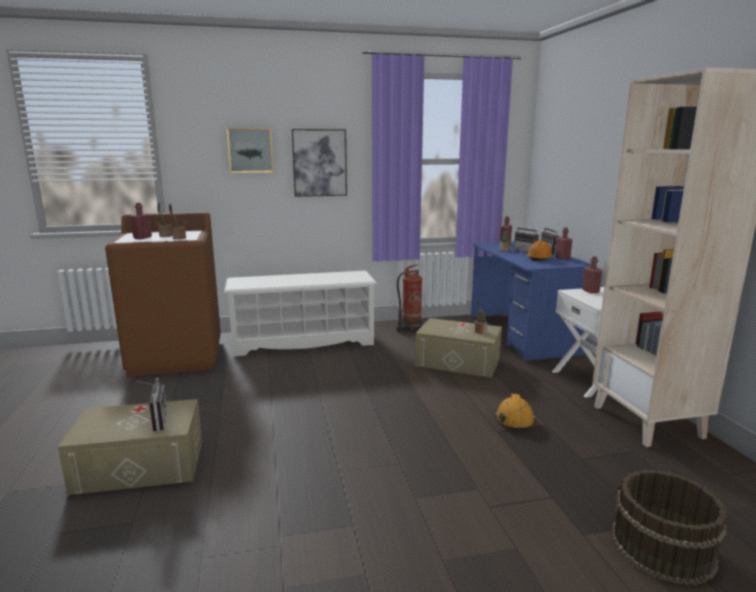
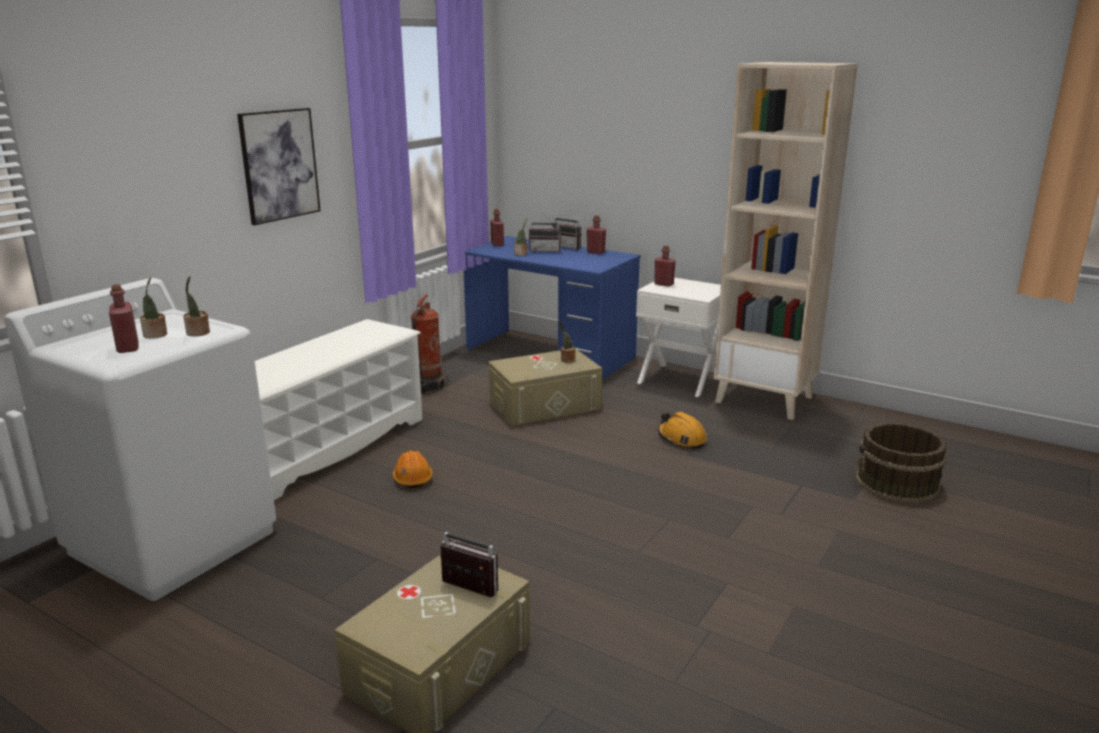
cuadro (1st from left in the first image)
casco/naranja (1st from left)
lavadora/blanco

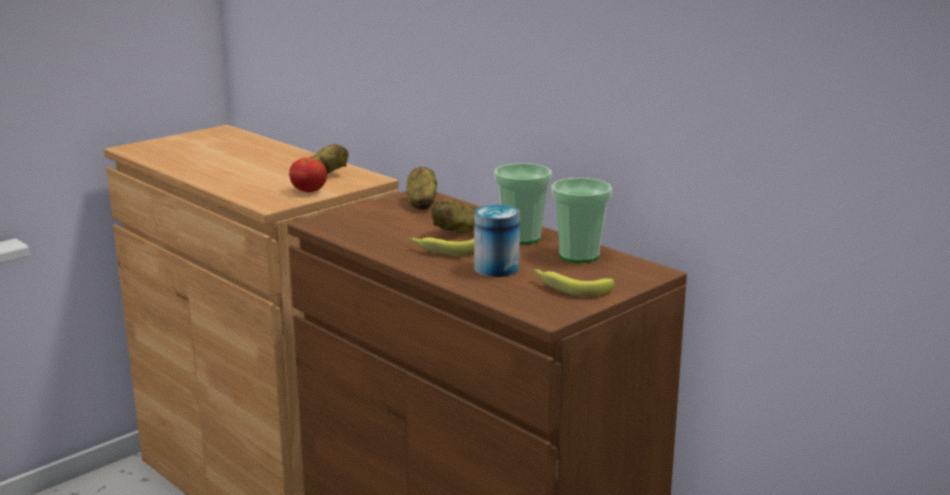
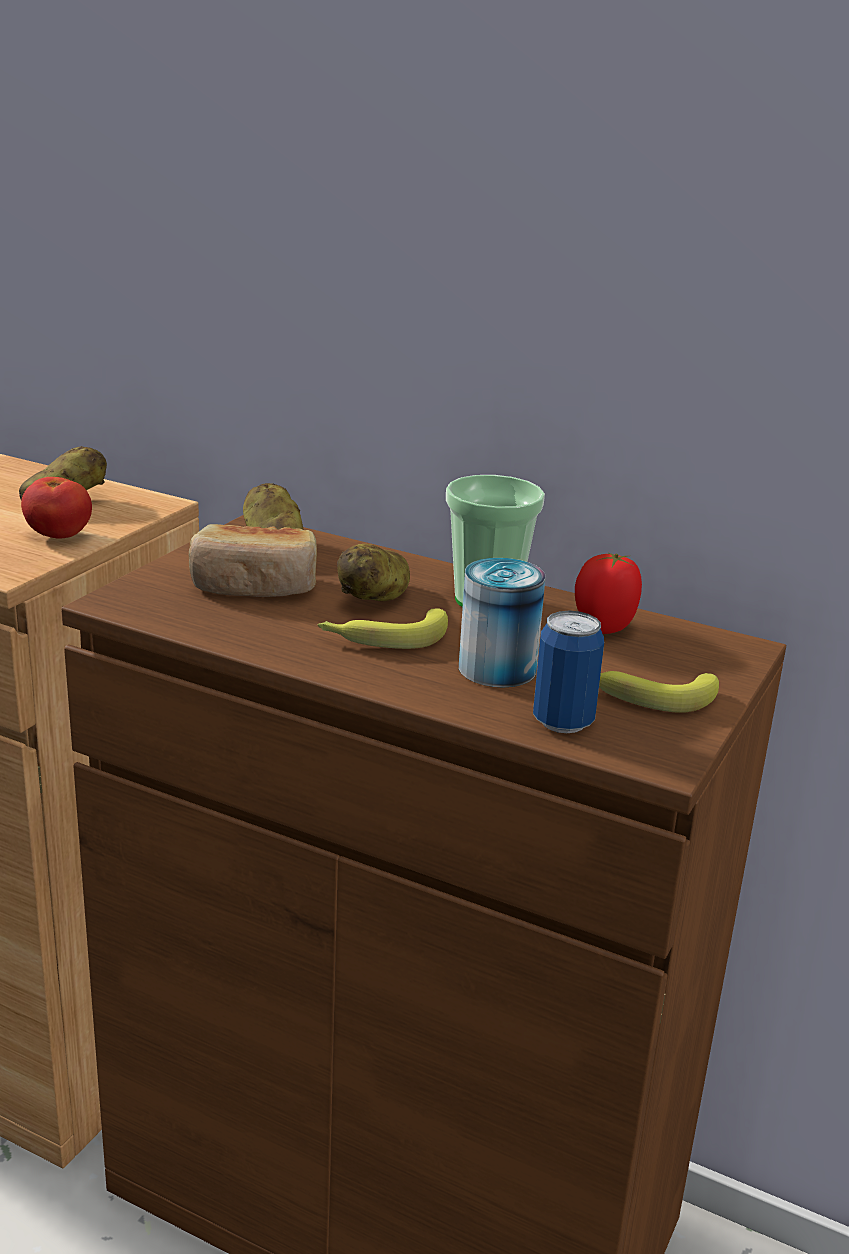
pan
lata (2nd from left)
tomate (2nd from left)

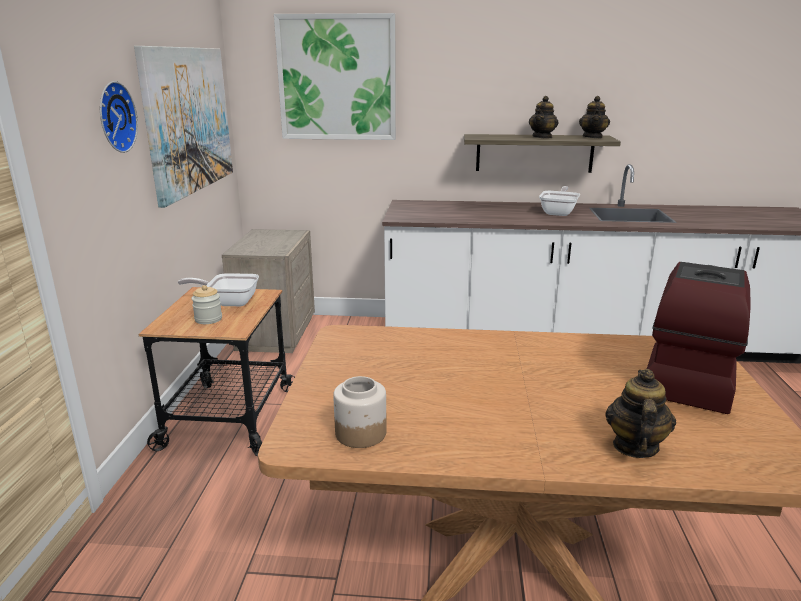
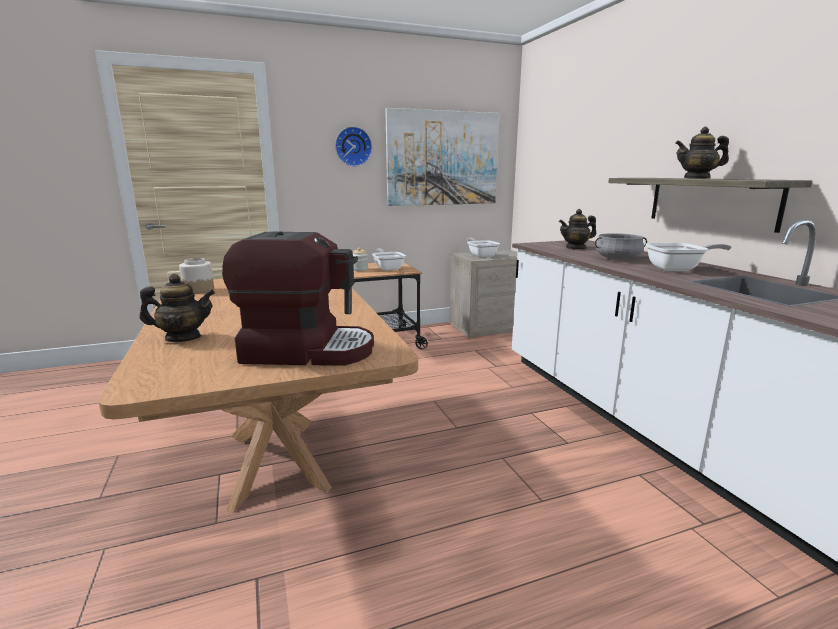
cuadro (2nd from left in the first image)
sartén (2nd from left)
olla/gris
tetera (2nd from left)

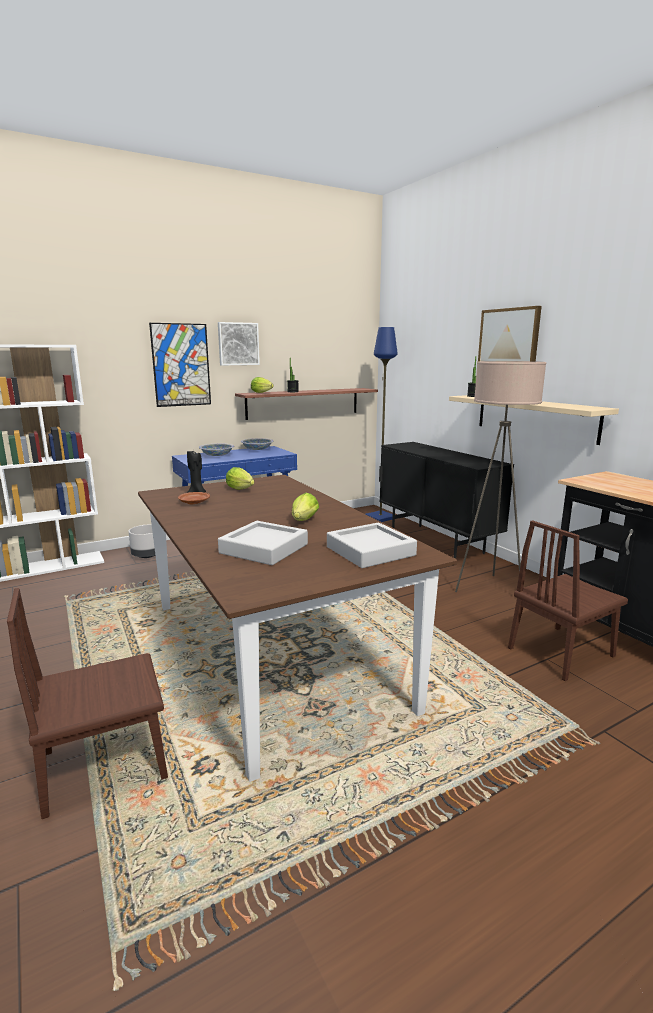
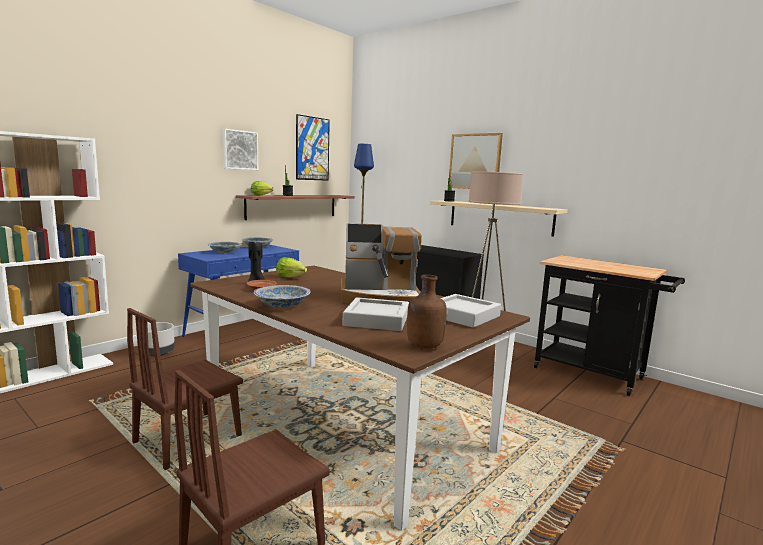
cuenco (3rd from left)
botella/marrón
cuadro (2nd from left)
silla/marrón (1st from left)
cafetera

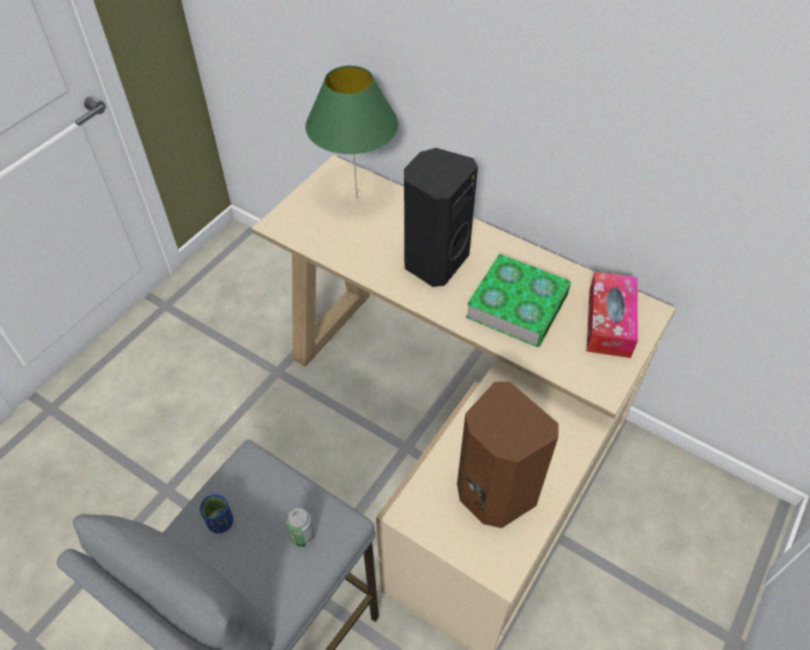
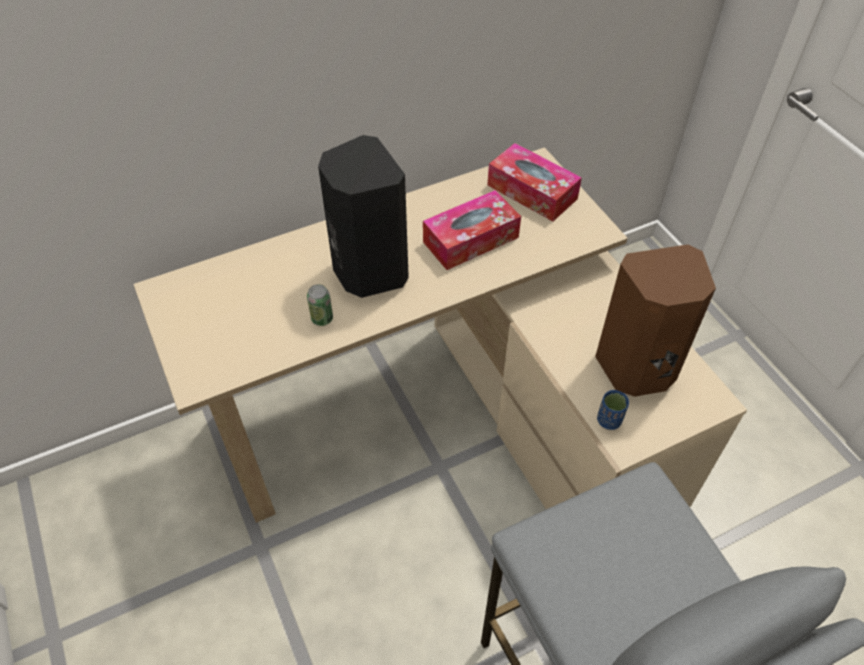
lámpara de mesa/verde
taza/azul
lata
caja de pañuelos (1st from left)

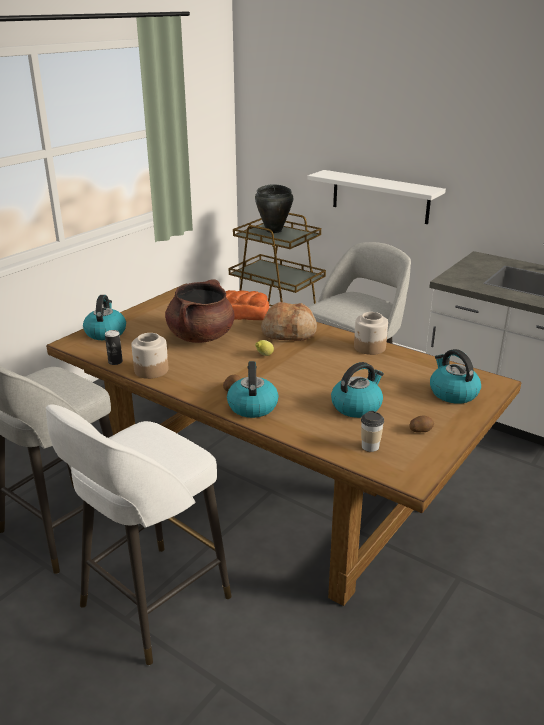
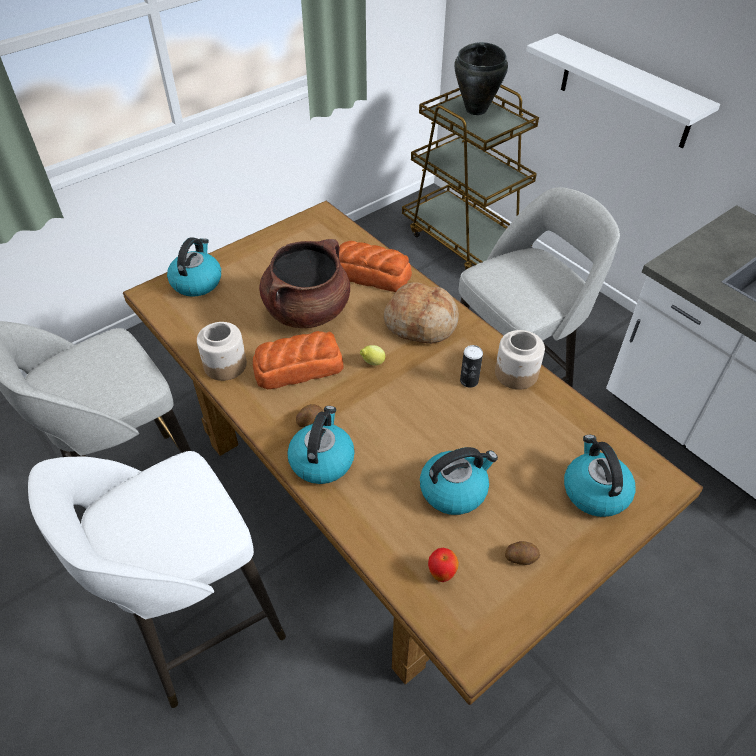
pan (1st from left)
lata
manzana

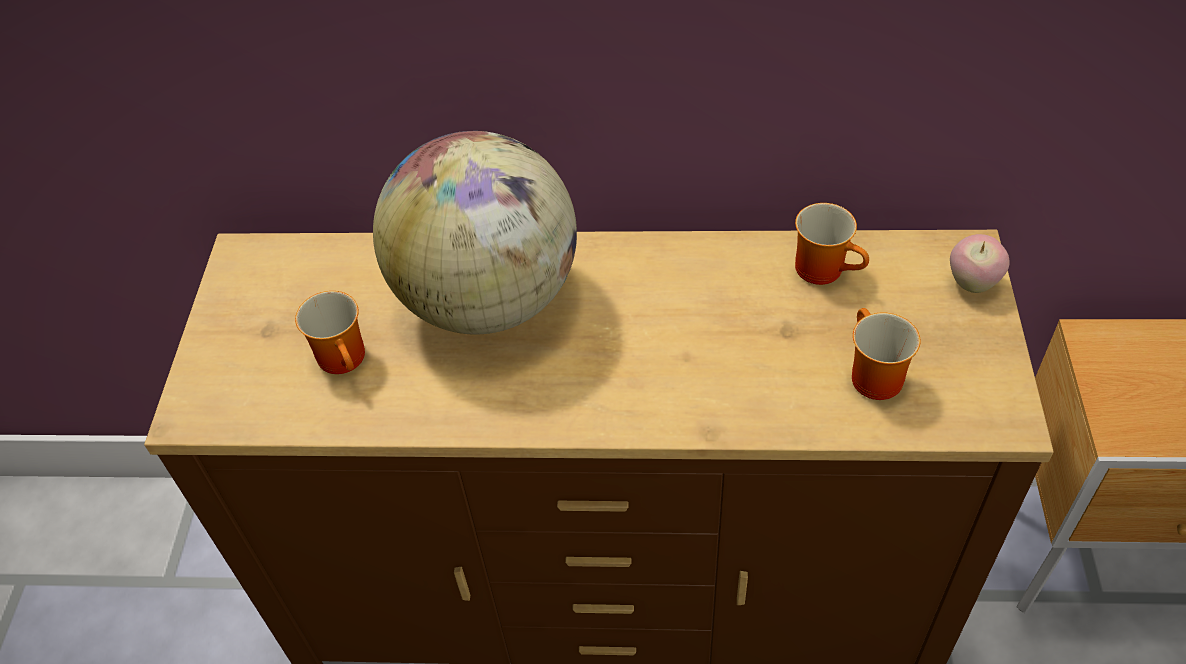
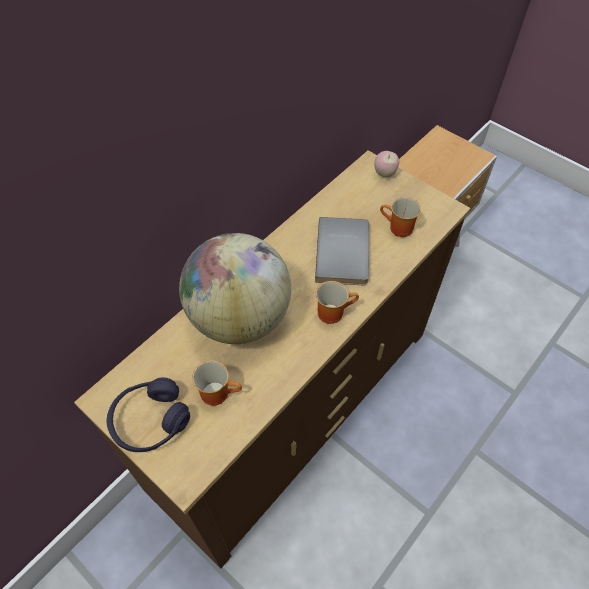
auriculares/morado
libro/gris
taza grande (2nd from left)

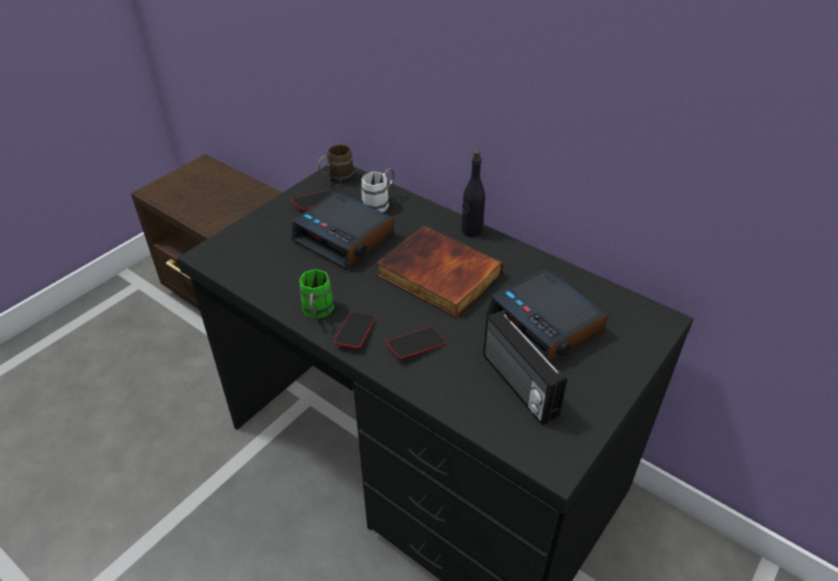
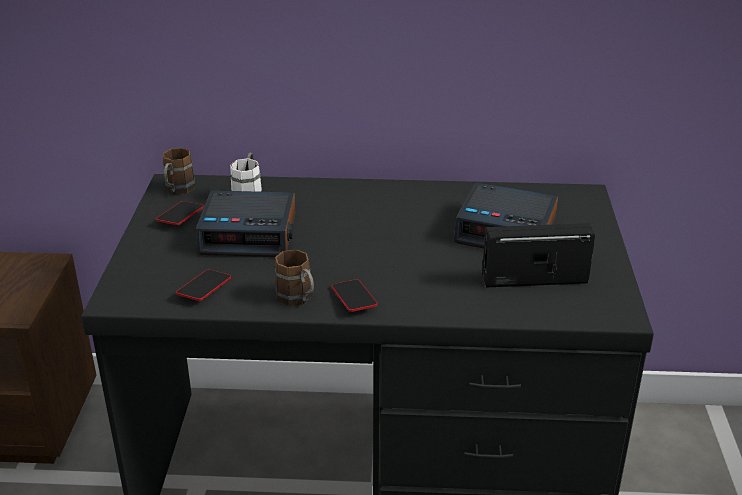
libro
botella/negro
móvil (2nd from left)
taza grande/marrón (2nd from left)
radio

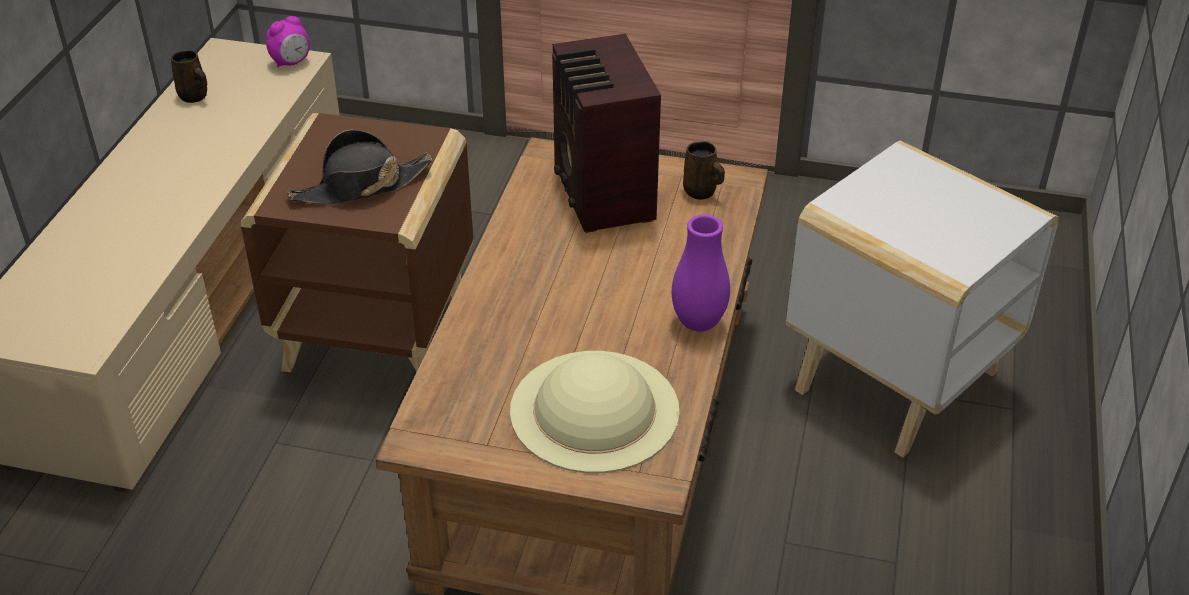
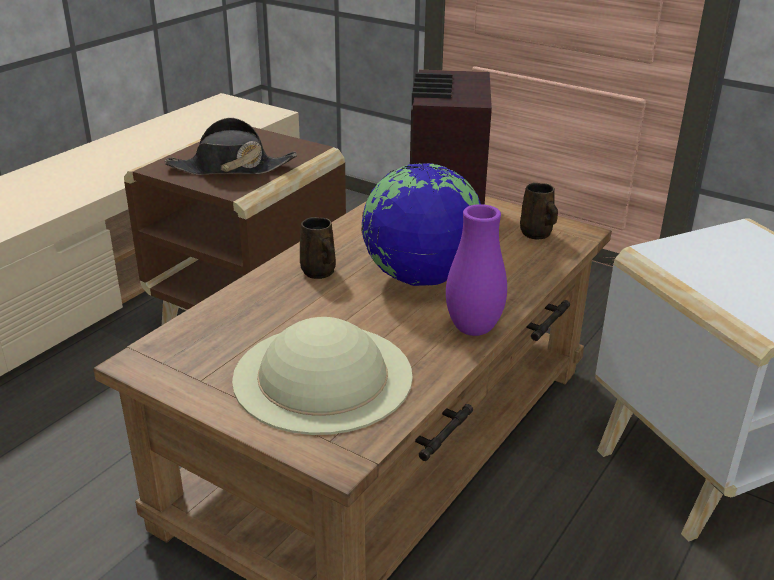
despertador
globo terráqueo
taza grande/marrón (1st from left)

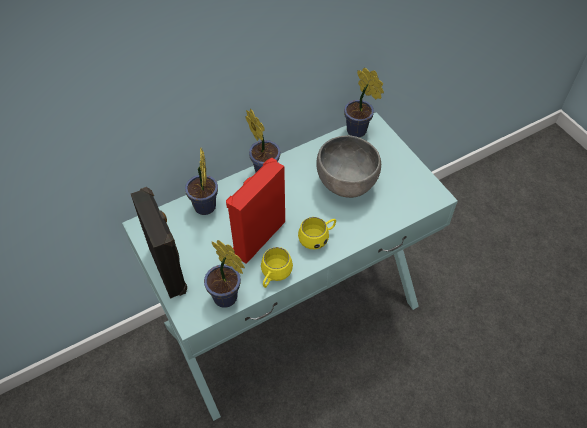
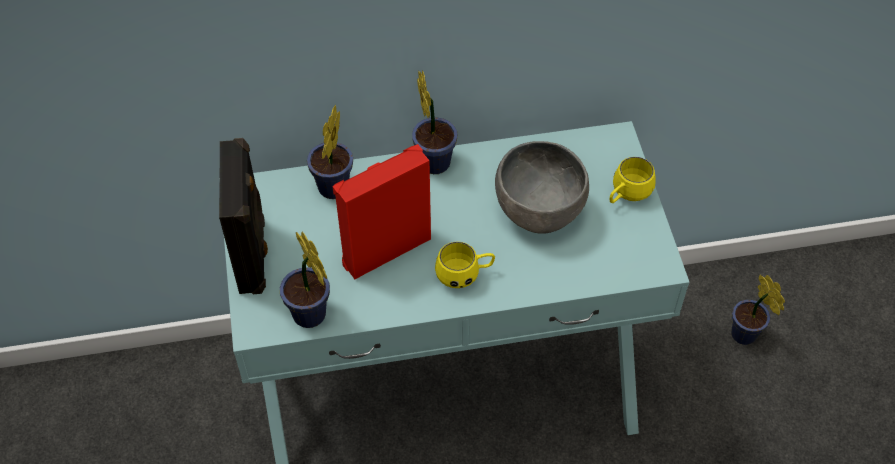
taza grande/amarillo (2nd from left)
planta en maceta (4th from left)

